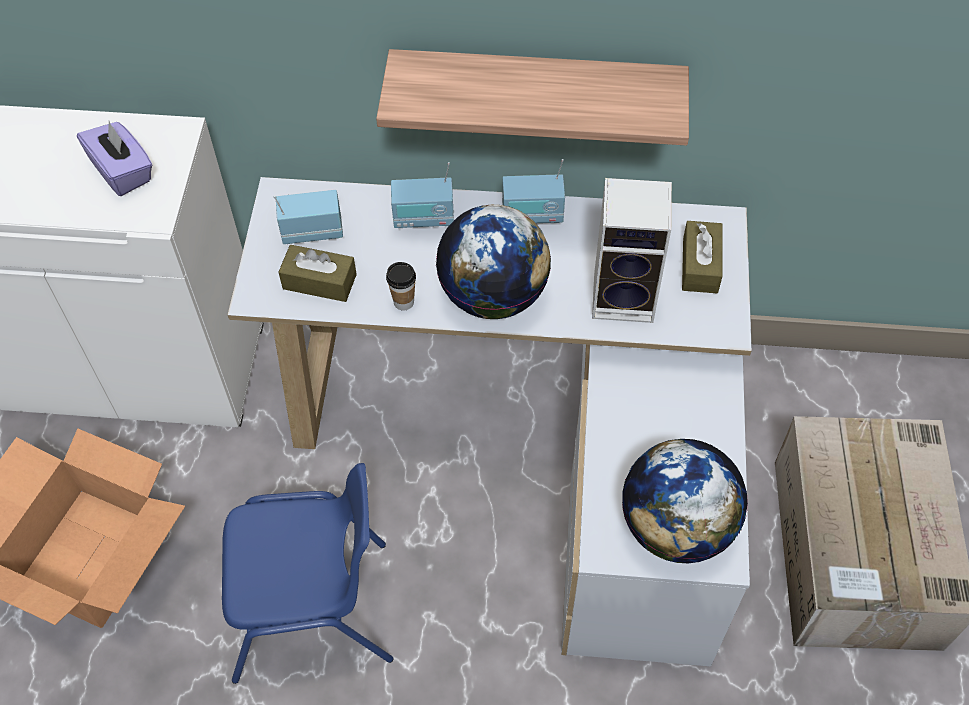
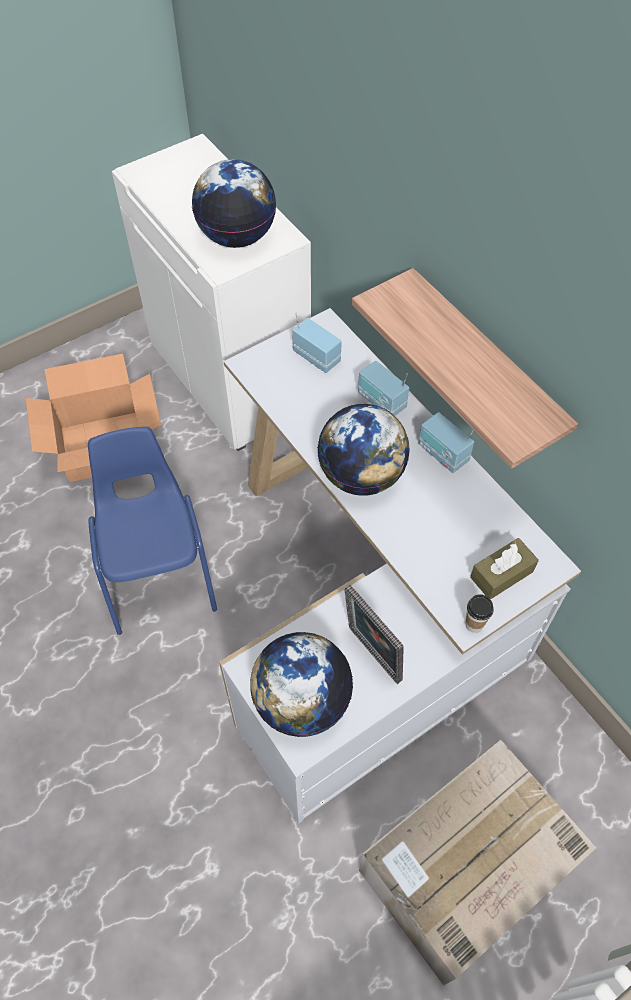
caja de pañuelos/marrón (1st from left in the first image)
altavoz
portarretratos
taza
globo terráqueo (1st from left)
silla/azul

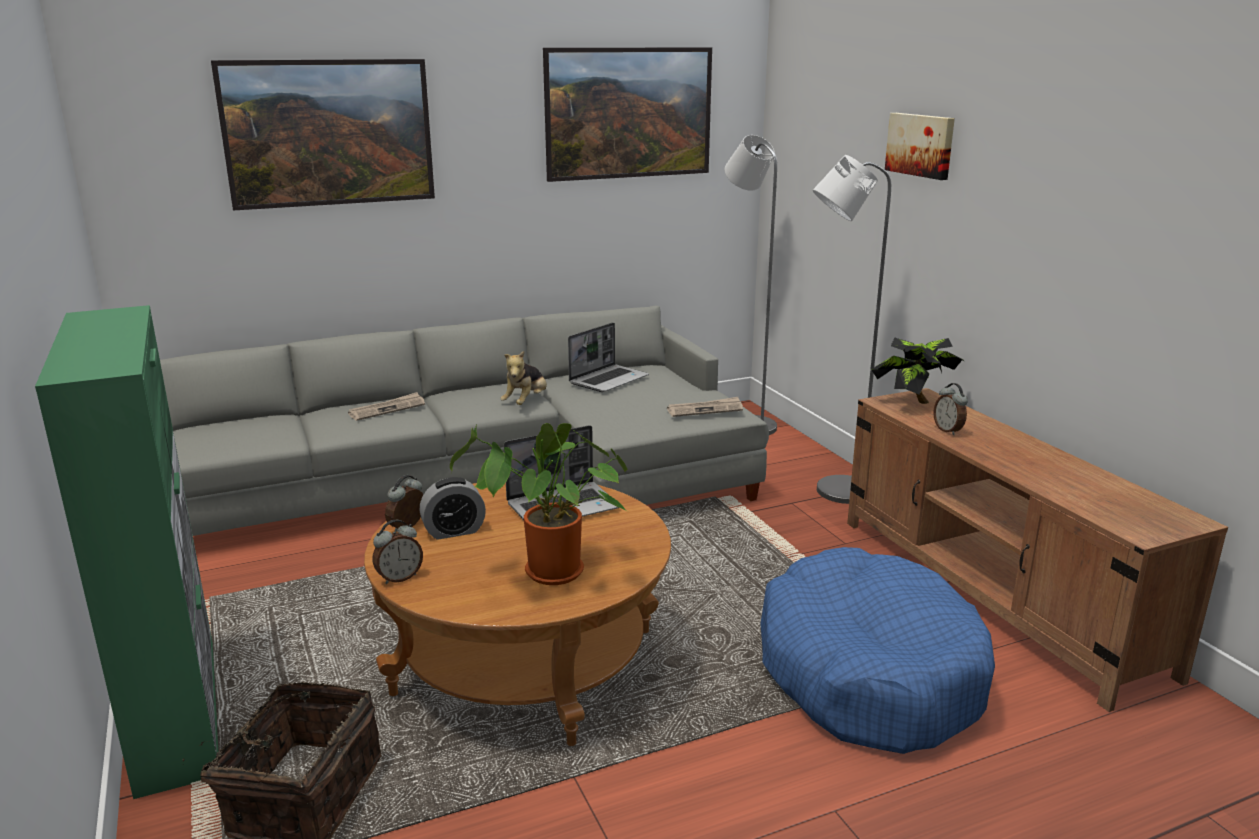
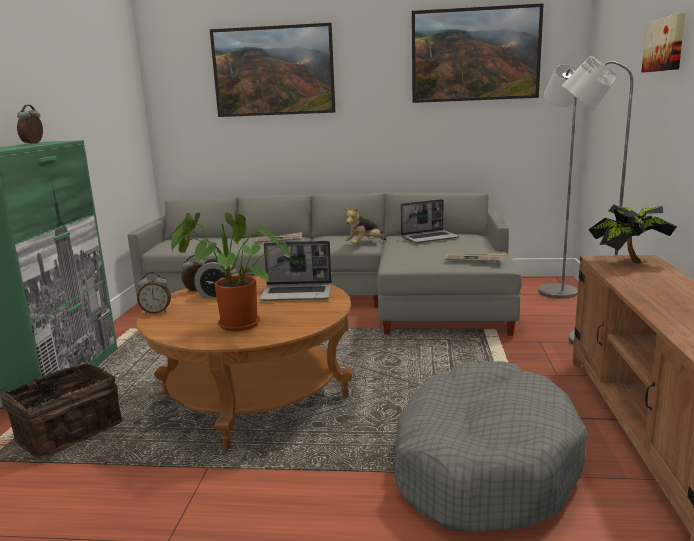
despertador (1st from left)
cama para perro/gris

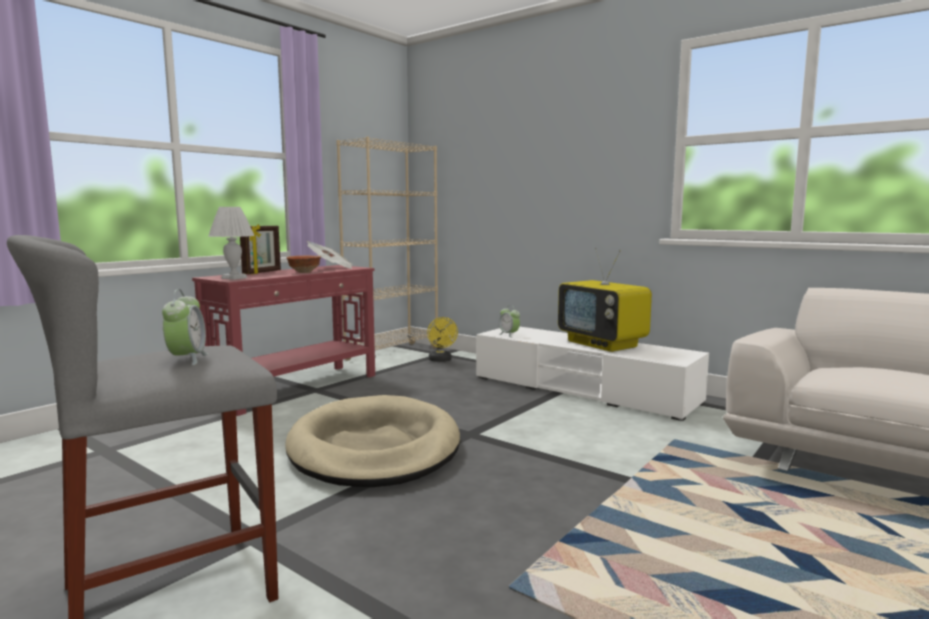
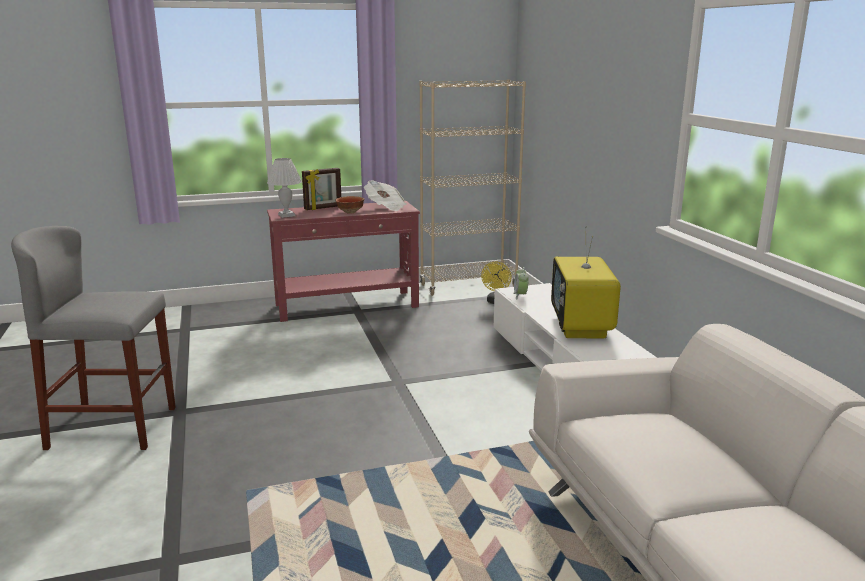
despertador (1st from left in the first image)
cama para perro/beis

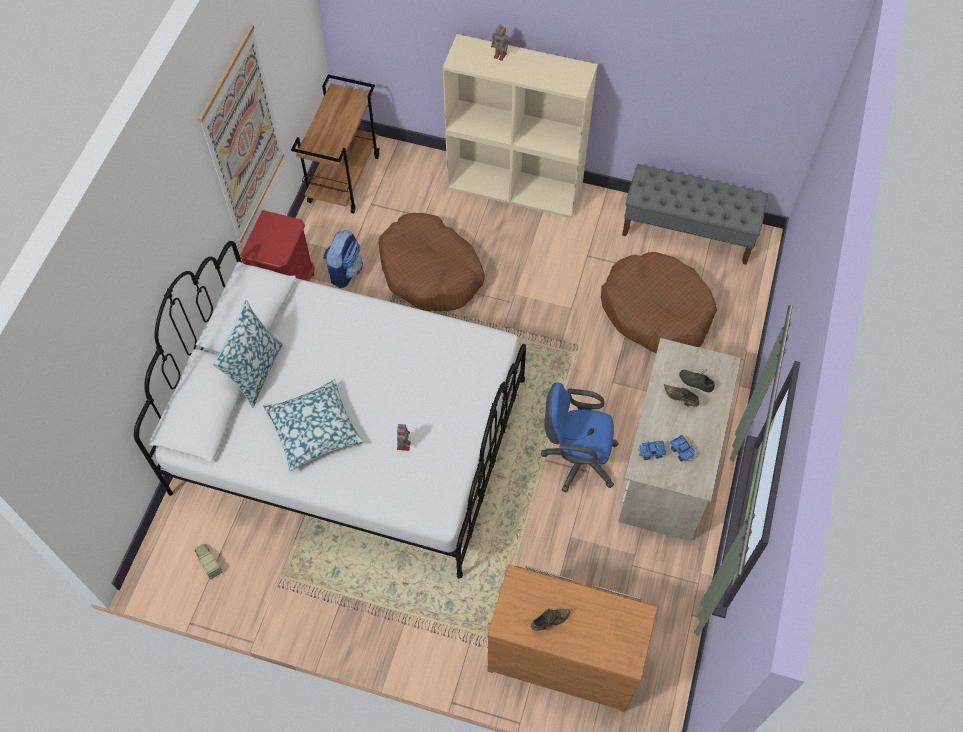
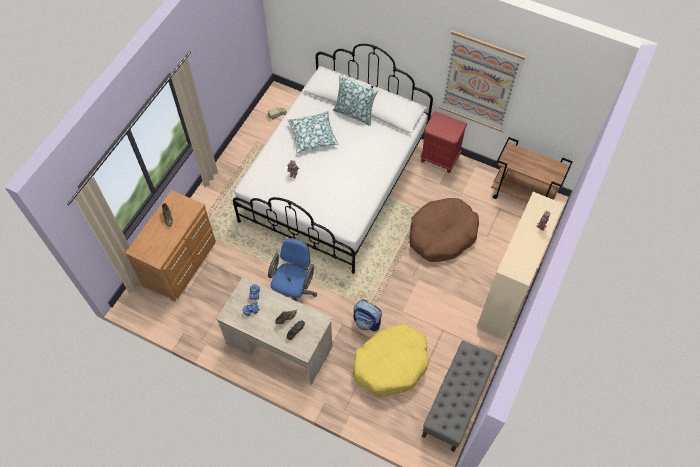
mochila
cama para perro/amarillo

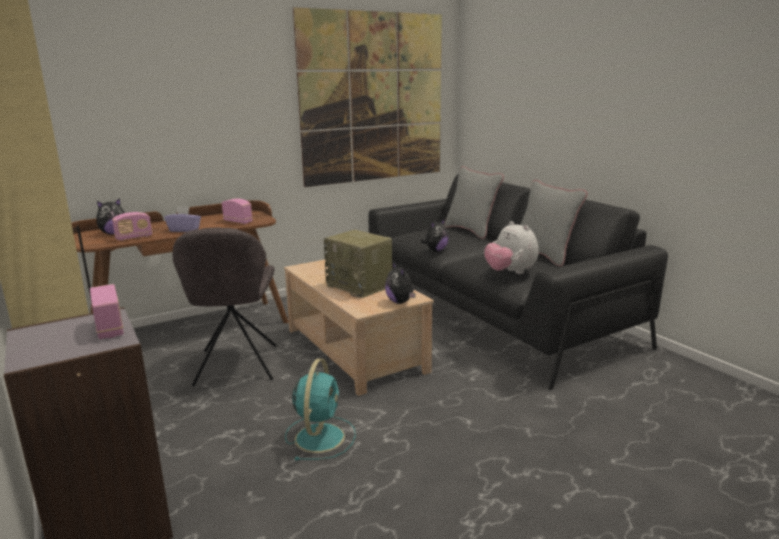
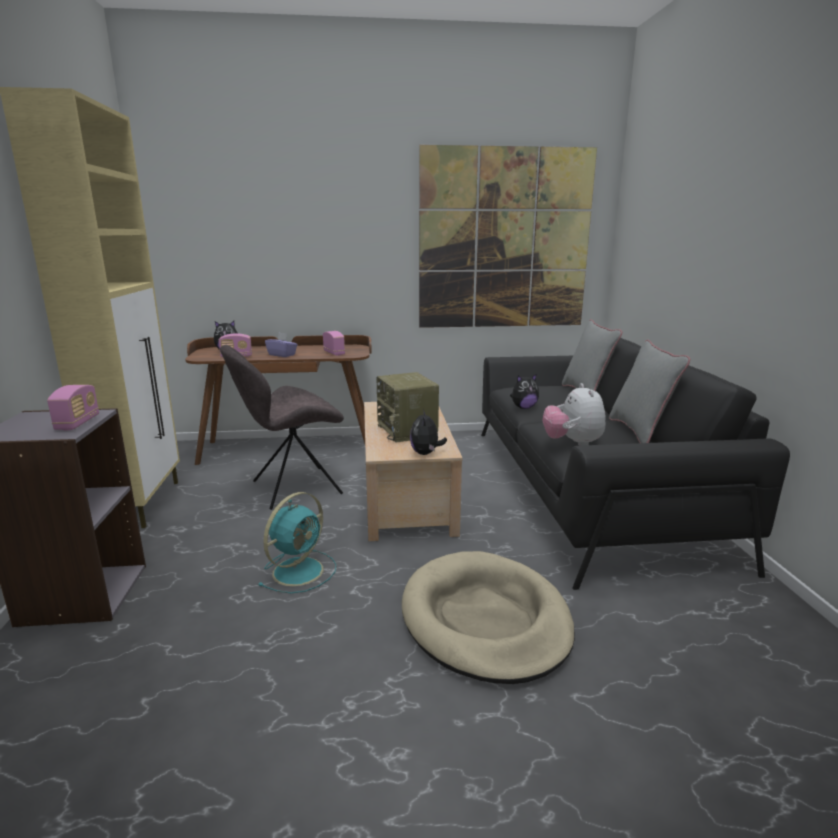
cama para perro/beis
silla/gris

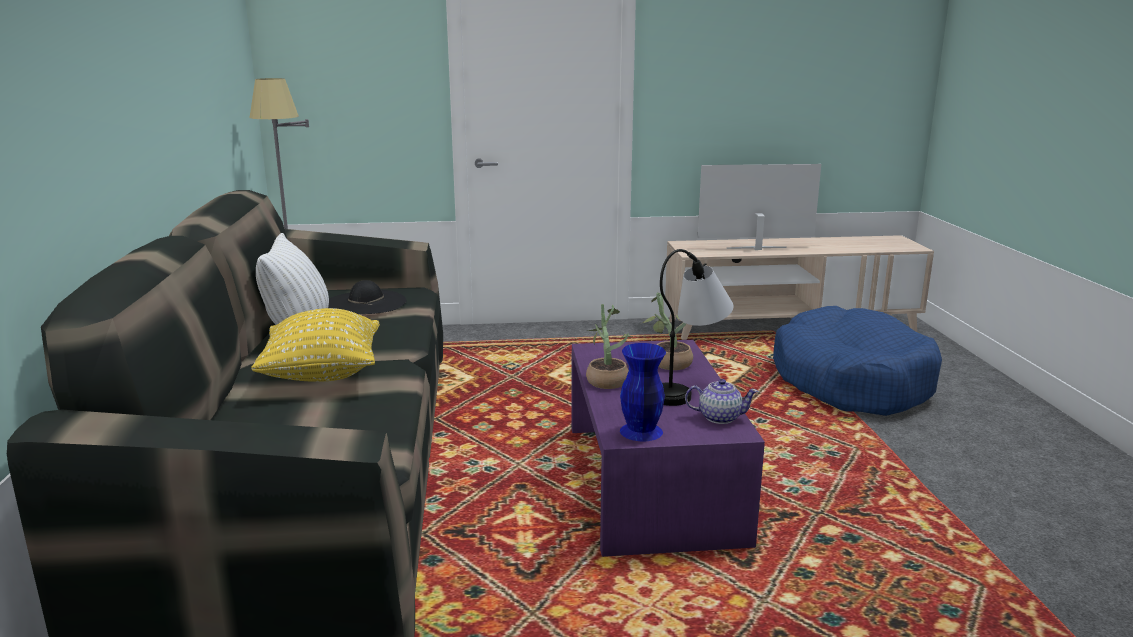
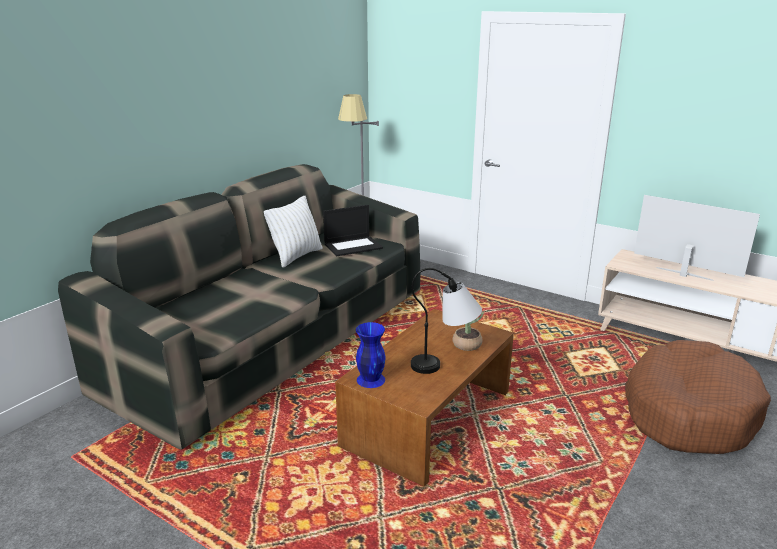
cojín/amarillo
planta en maceta (1st from left in the first image)
tetera
portátil
mesa de centro/marrón
cama para perro/marrón

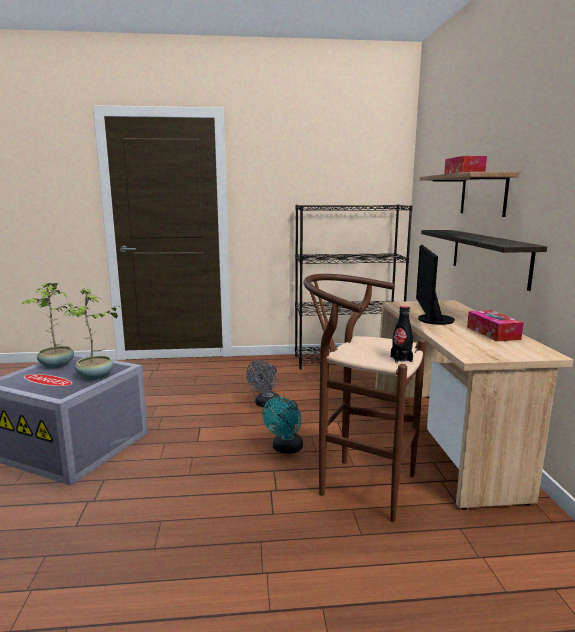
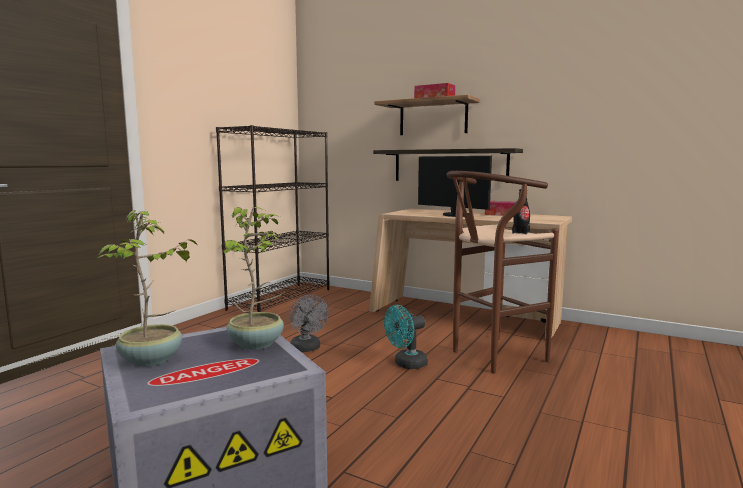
ventilador/turquesa

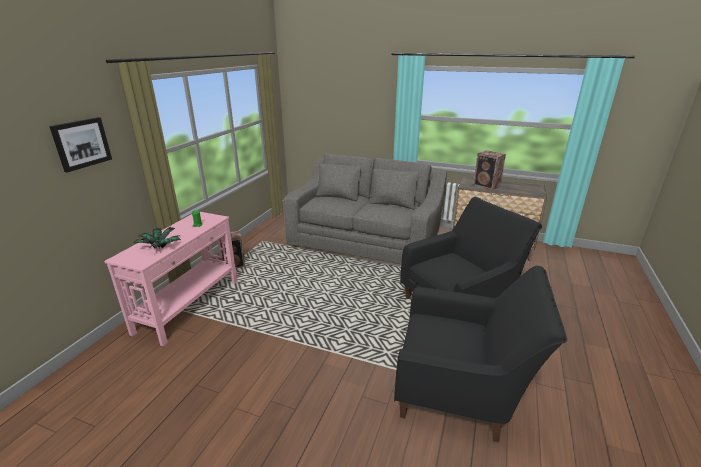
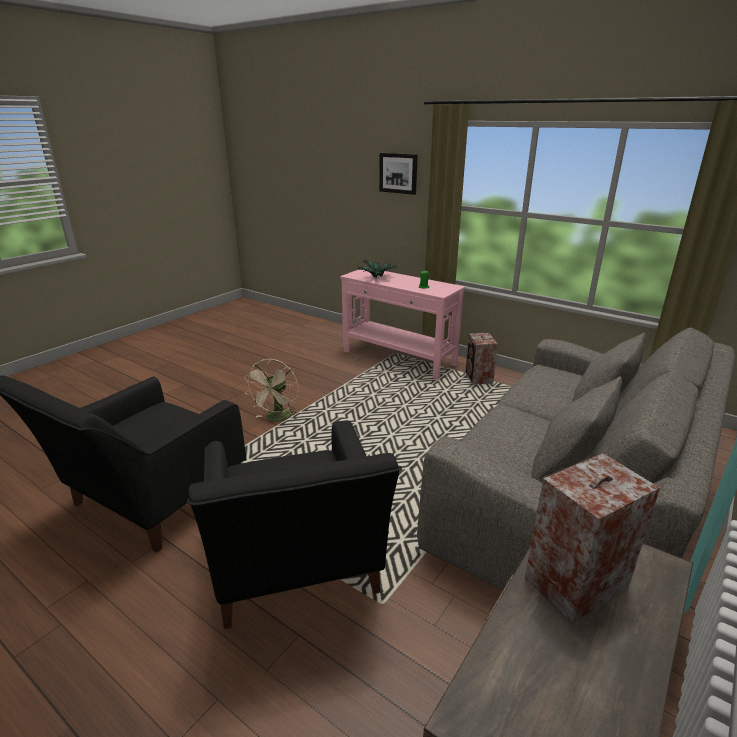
ventilador/beis

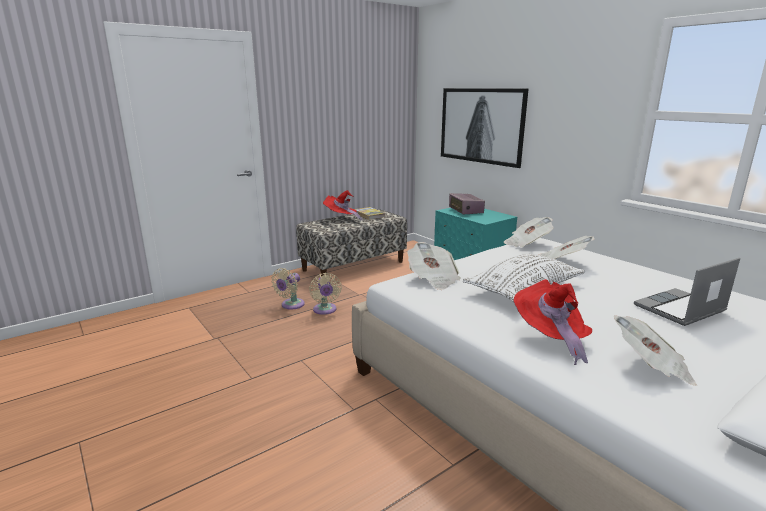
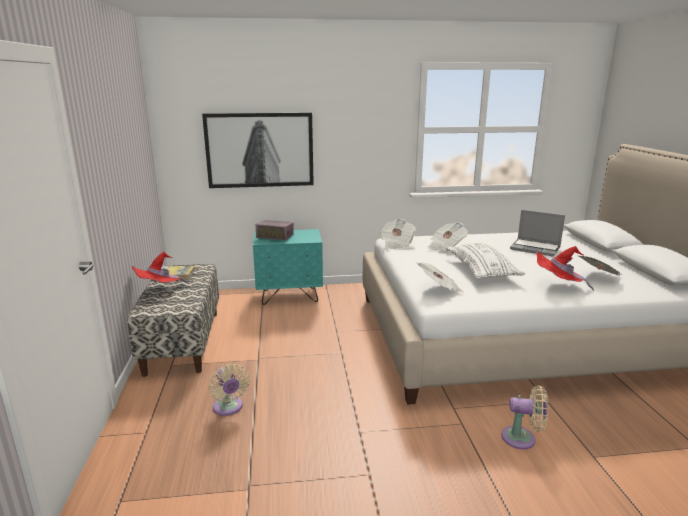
ventilador/beis (2nd from left)
portátil

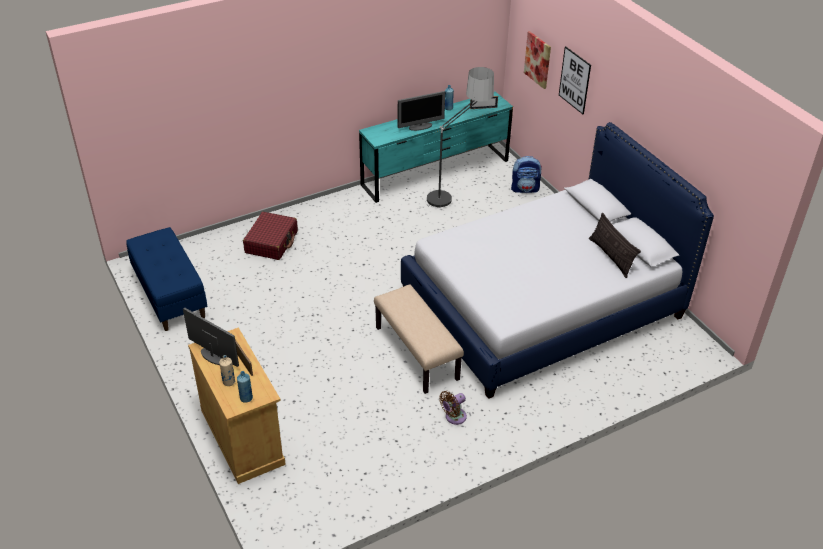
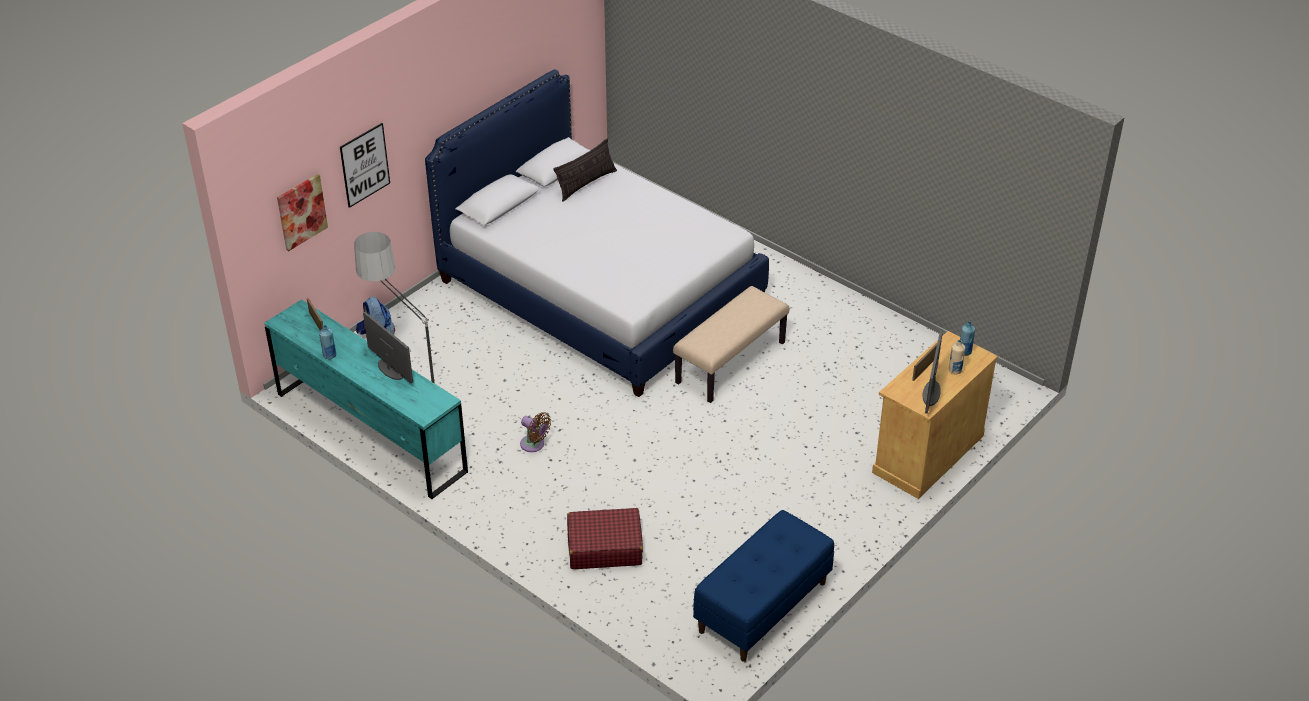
ventilador/marrón

